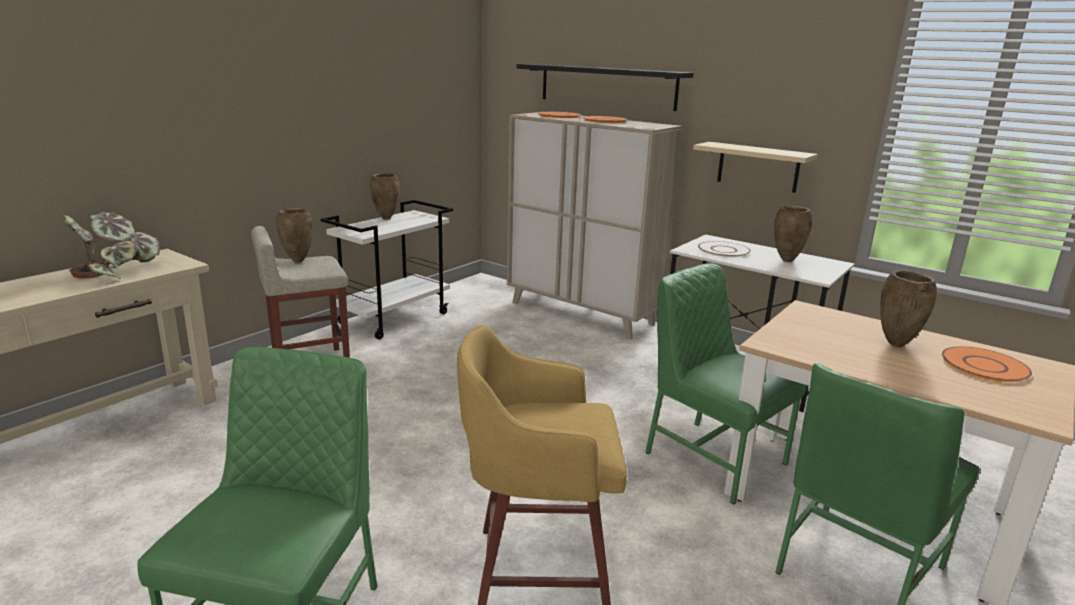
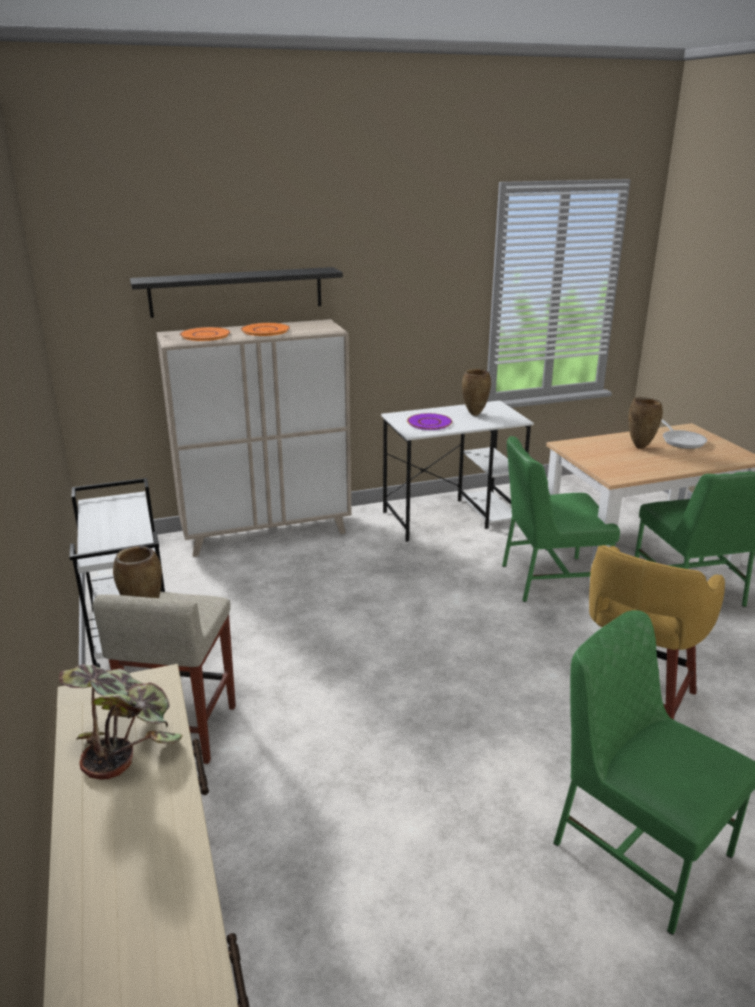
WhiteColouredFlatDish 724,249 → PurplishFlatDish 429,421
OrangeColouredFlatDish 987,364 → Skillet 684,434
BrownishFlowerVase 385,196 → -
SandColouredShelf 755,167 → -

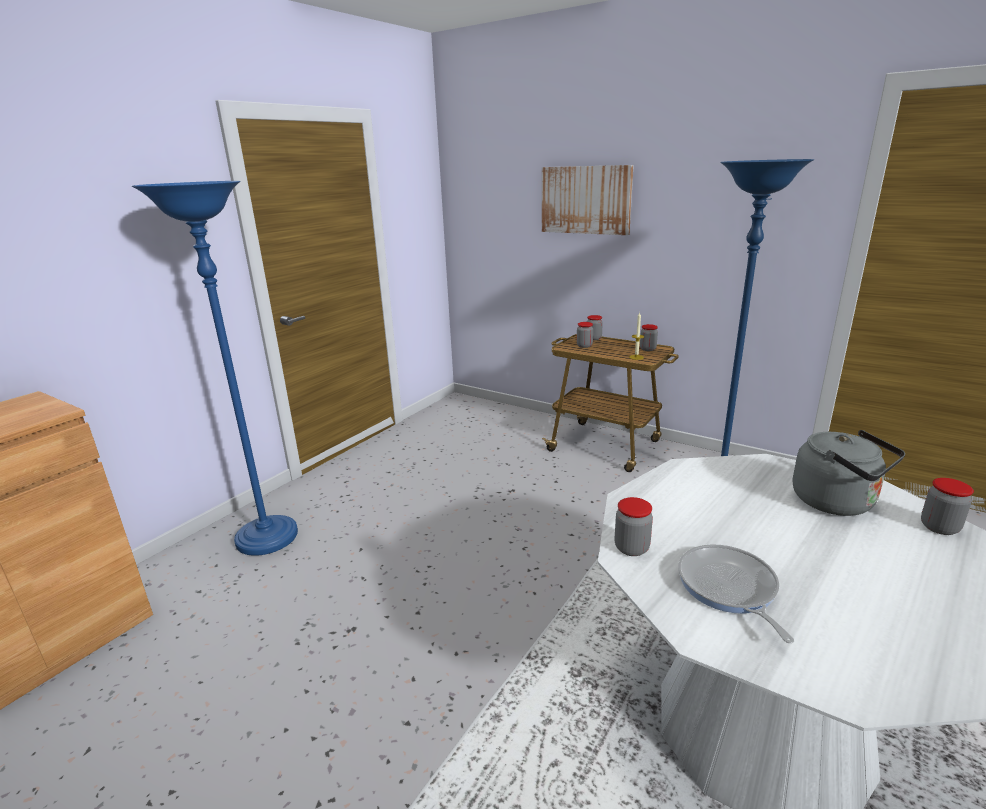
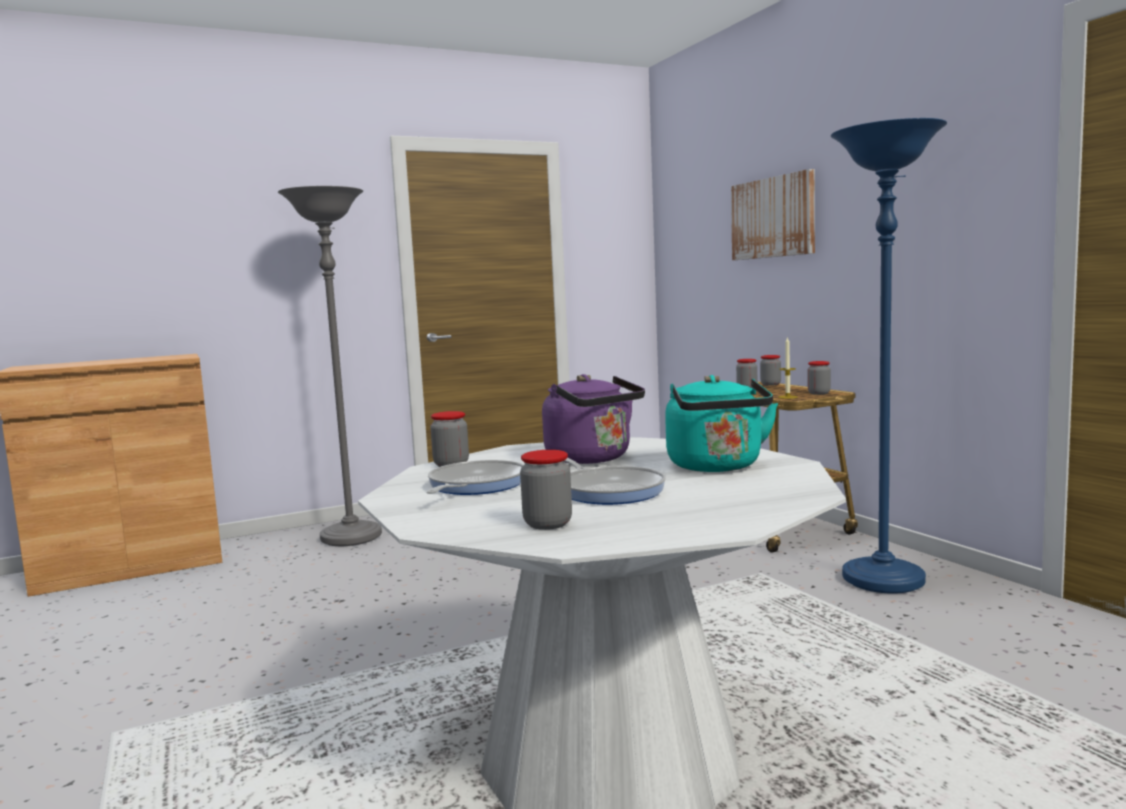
BlueColouredStandingLamp 215,368 → GrayStandingLamp 330,366
Jar 947,506 → Jar 546,490, relocated
- → PurplishTeaKettle 593,419
- → Skillet 615,481
GrayTeaKettle 849,473 → TurquoiseTeaKettle 721,423

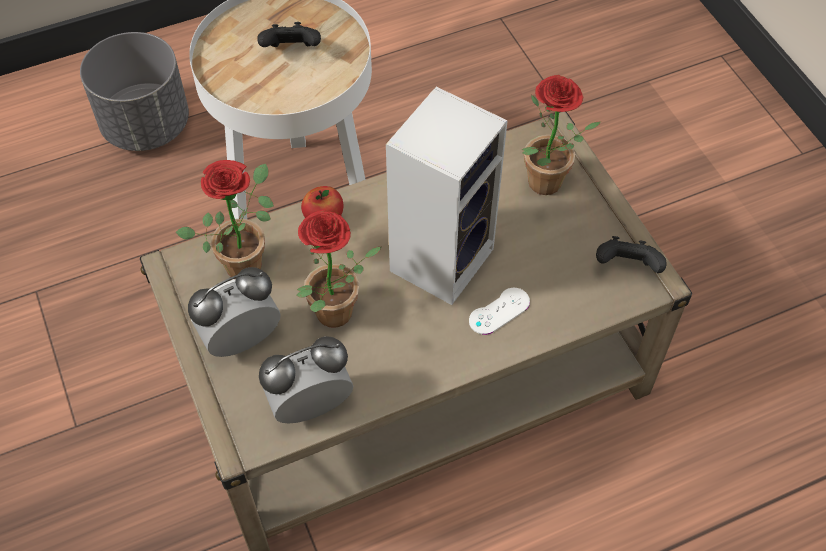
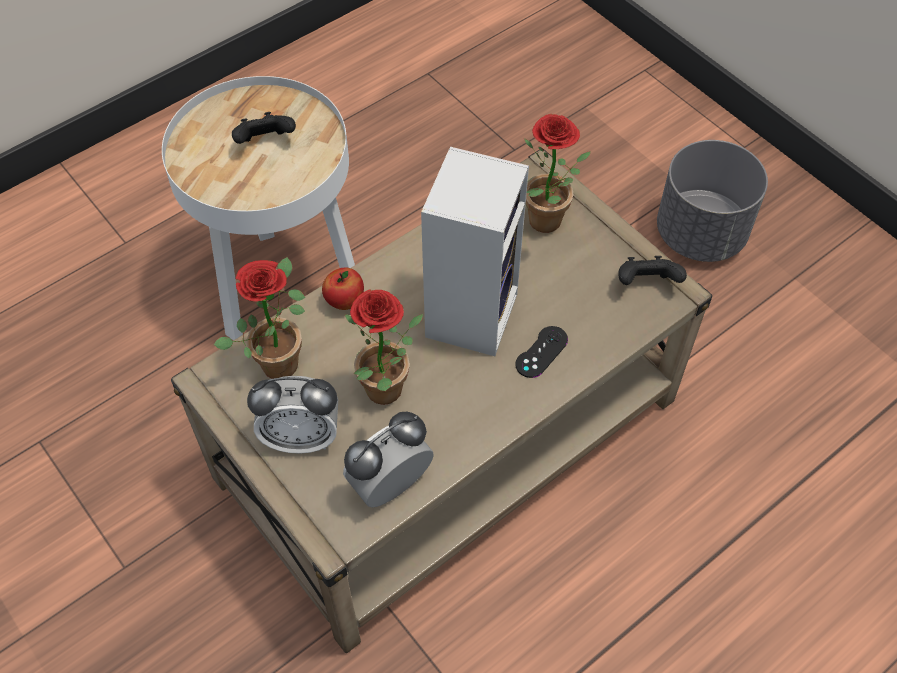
TableClock 234,312 → TableClock 292,415, 135 degrees counterclockwise
WhiteColouredGameController 499,311 → BlackGameController 541,352
GrayPlanter 134,91 → GrayPlanter 712,201, relocated

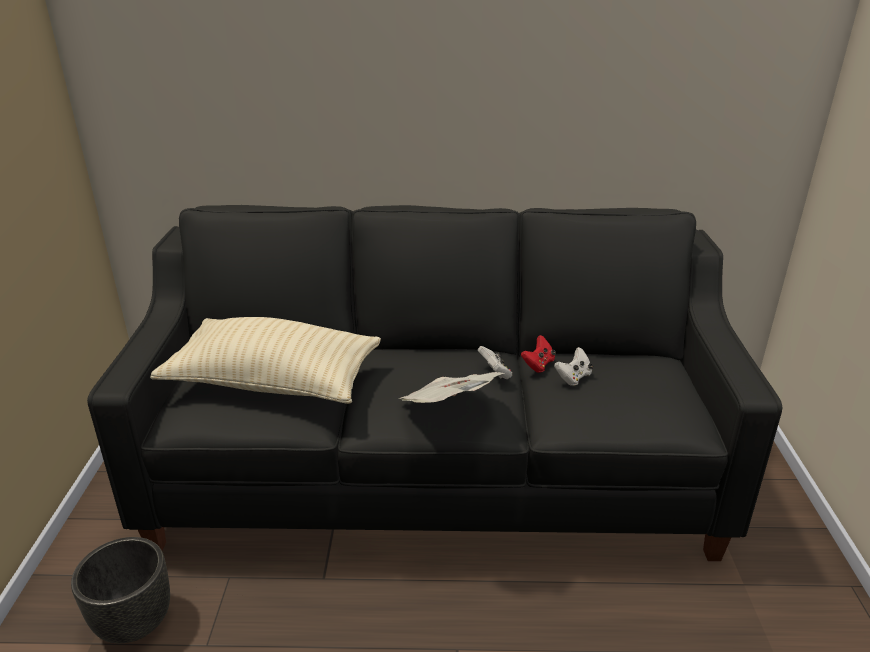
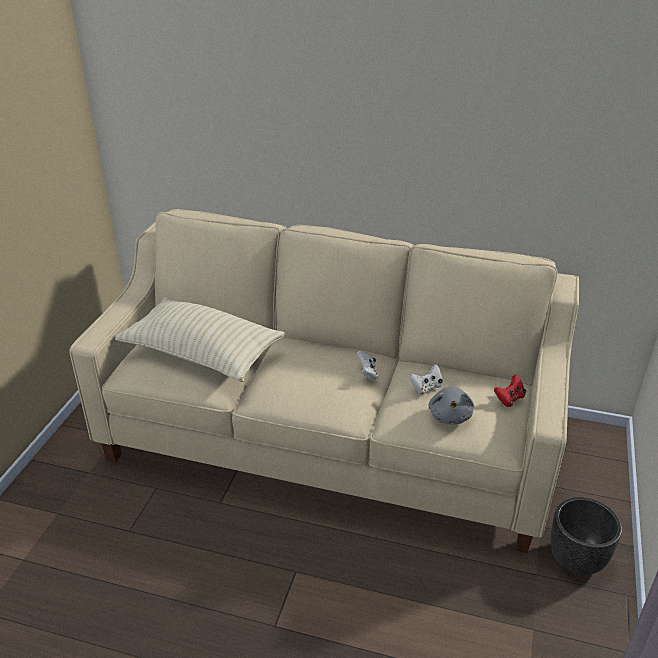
BlackSofa 434,383 → SandColouredSofa 324,381
- → GraySoftToy 451,405
RedGameController 538,354 → RedGameController 510,390, relocated
BlackPlanter 120,590 → BlackPlanter 586,536, relocated
Newspaper 451,387 → -

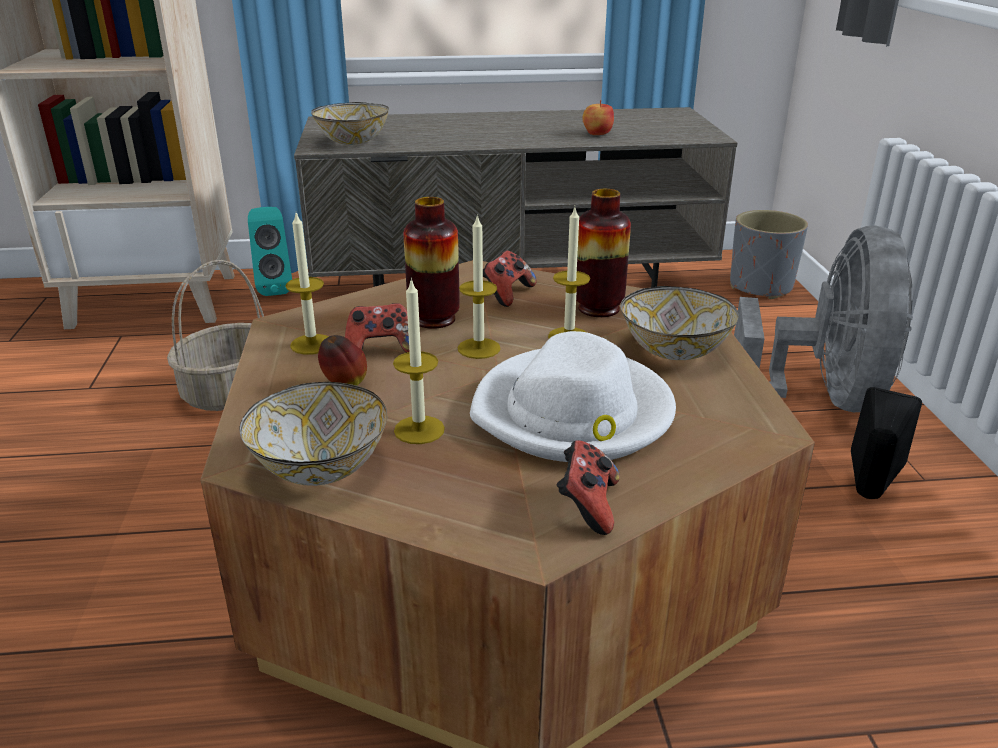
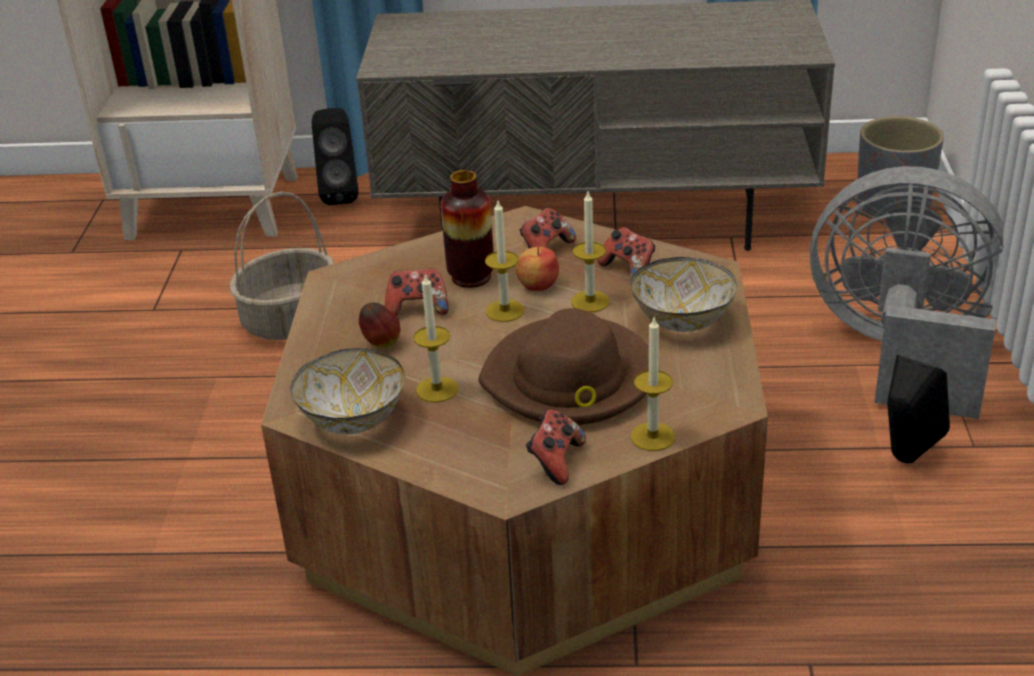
TurquoiseLoudspeaker 270,251 → BlackLoudspeaker 335,156
WhiteColouredHat 573,396 → BrownishHat 563,366
Apple 598,117 → Apple 537,268, relocated
FlowerVase 603,253 → GameController 626,253
WaxCandle 307,284 → WaxCandle 653,384, relocated
GrayElectricFan 823,319 → GrayElectricFan 907,292, 90 degrees counterclockwise
ServingBowl 350,123 → -

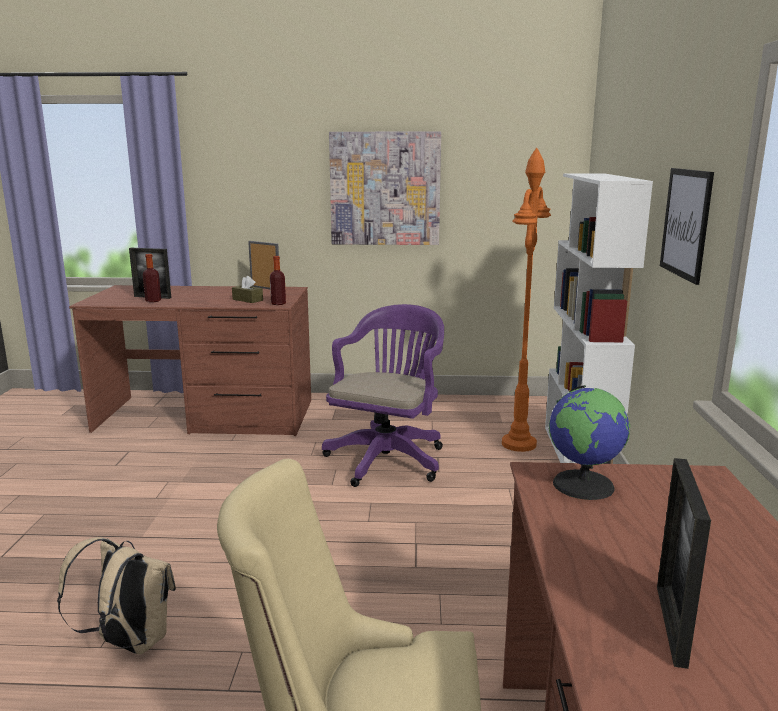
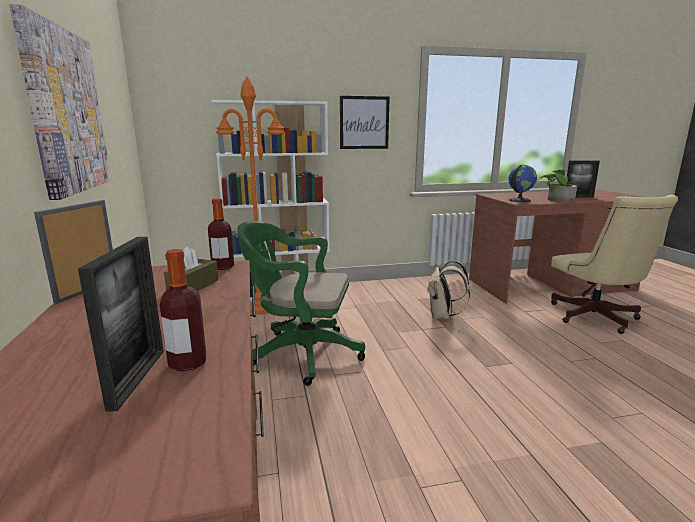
PurplishDeskChair 383,395 → GreenishDeskChair 301,303
SandColouredKnapsack 116,595 → SandColouredKnapsack 449,290, relocated
- → Houseplant 558,186

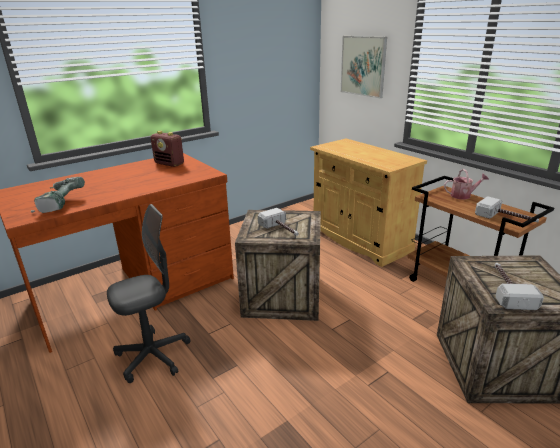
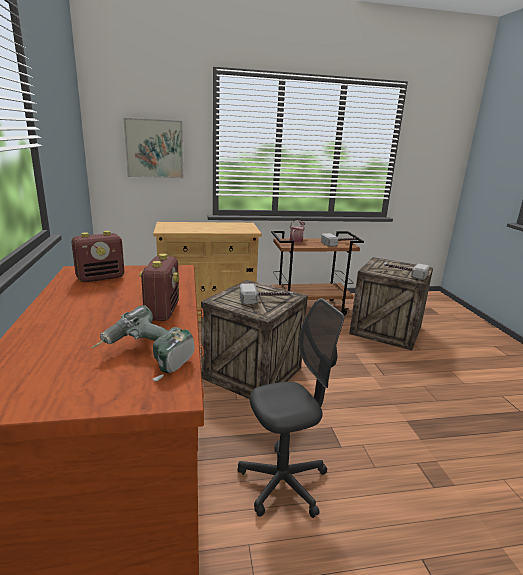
- → RadioSet 159,287
GrayDeskChair 148,293 → GrayDeskChair 291,408, 75 degrees clockwise

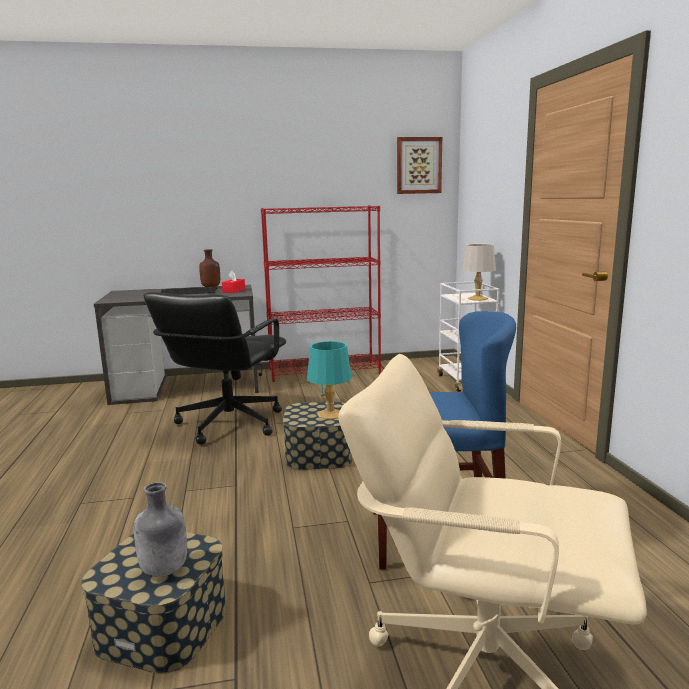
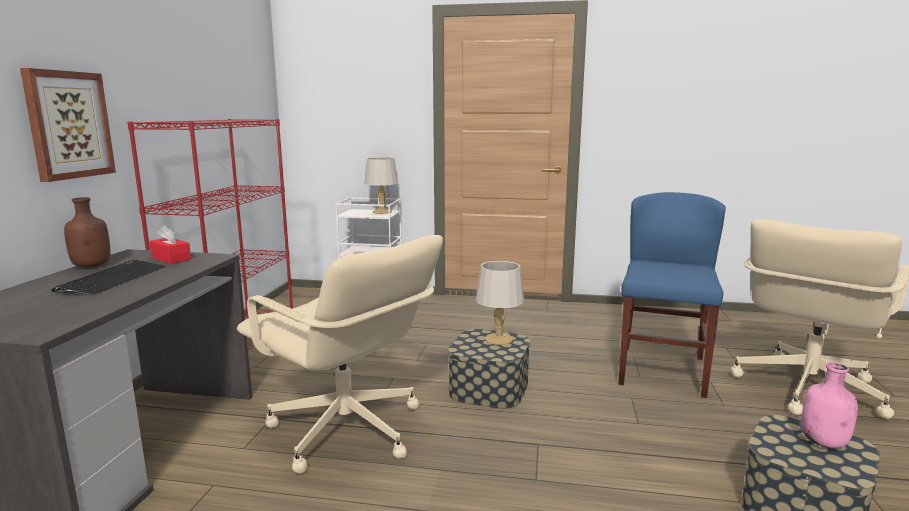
WallArt 419,165 → WallArt 68,125, relocated
BlackDeskChair 215,368 → SandColouredDeskChair 340,354
TurquoiseTabletopLamp 329,380 → GrayTabletopLamp 500,303
GrayBeverageBottle 160,529 → PinkBeverageBottle 829,405

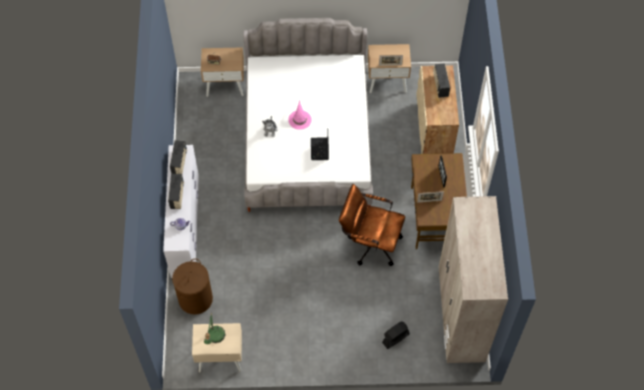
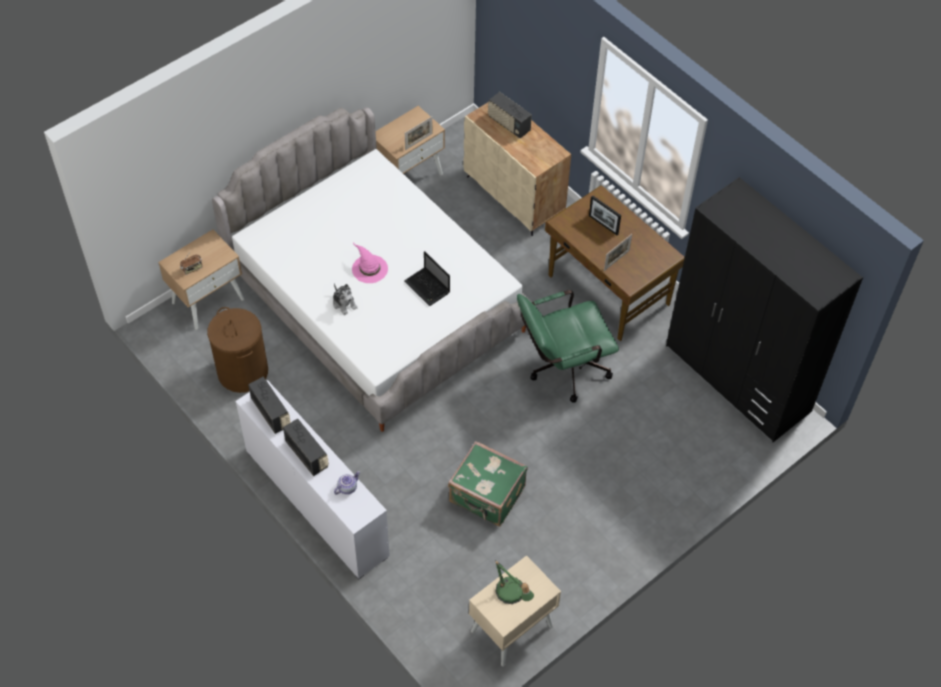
BrownishLaundryBasket 192,287 → BrownishLaundryBasket 237,350, relocated
- → GreenishPieceOfLuggage 488,484
BrownishDeskChair 372,225 → GreenishDeskChair 568,346
SandColouredWardrobe 473,279 → BlackWardrobe 764,309
BlackElectricFan 395,335 → -

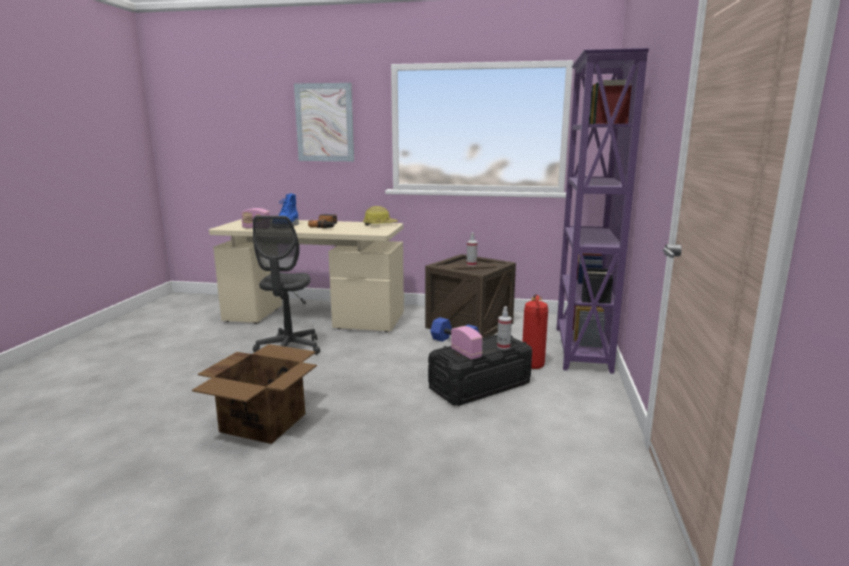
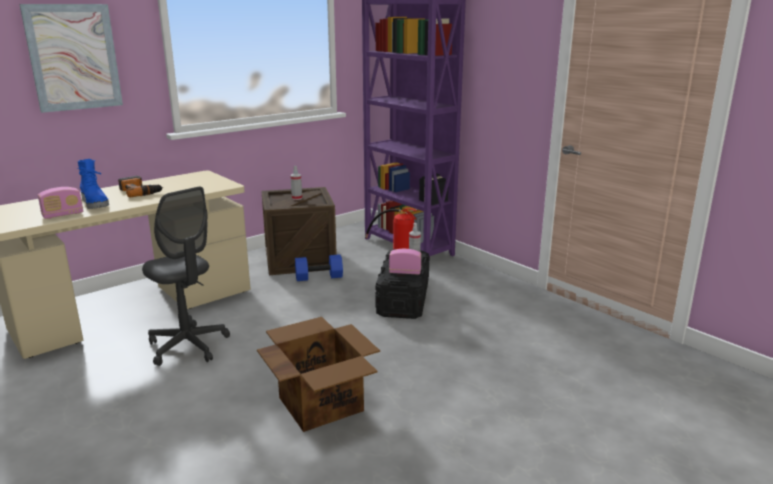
WorkHelmet 380,216 → -

